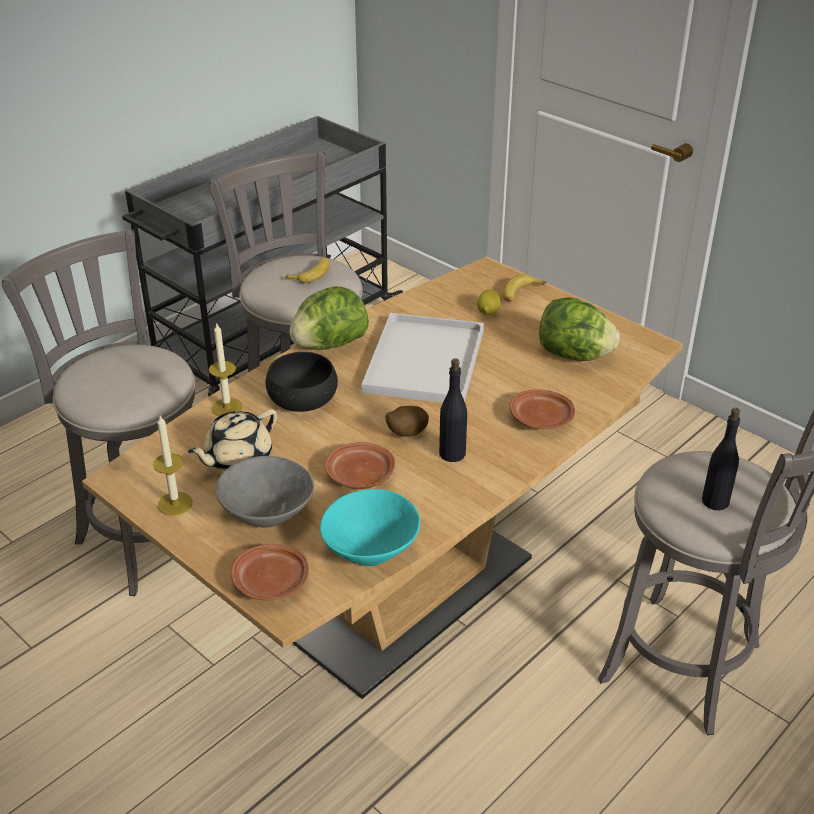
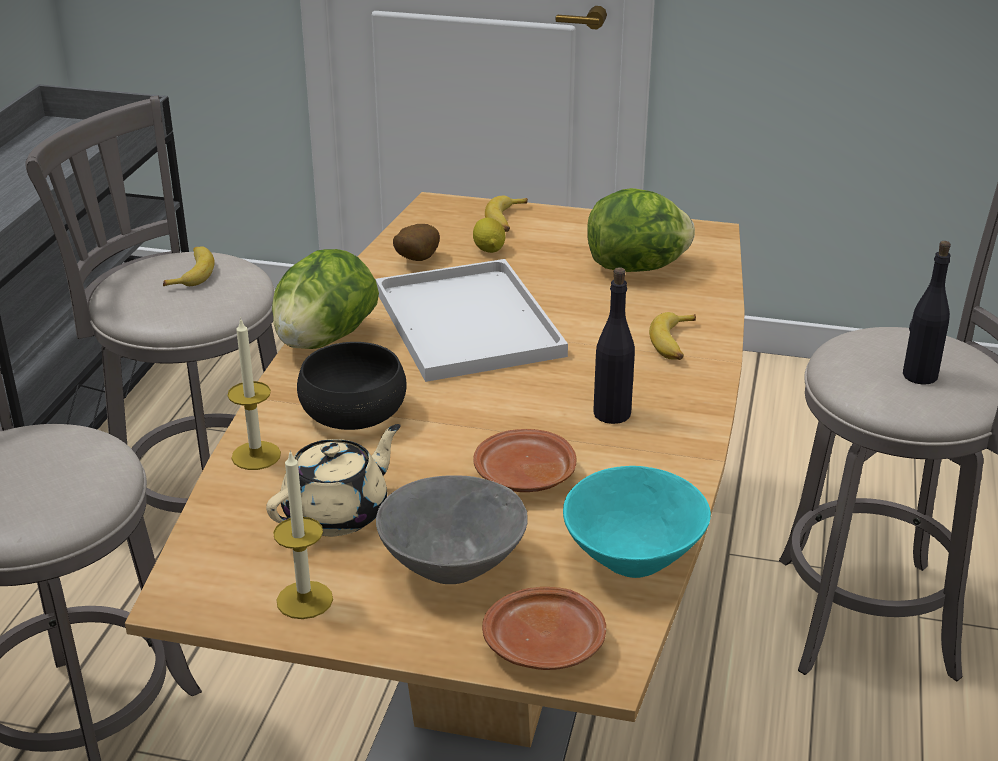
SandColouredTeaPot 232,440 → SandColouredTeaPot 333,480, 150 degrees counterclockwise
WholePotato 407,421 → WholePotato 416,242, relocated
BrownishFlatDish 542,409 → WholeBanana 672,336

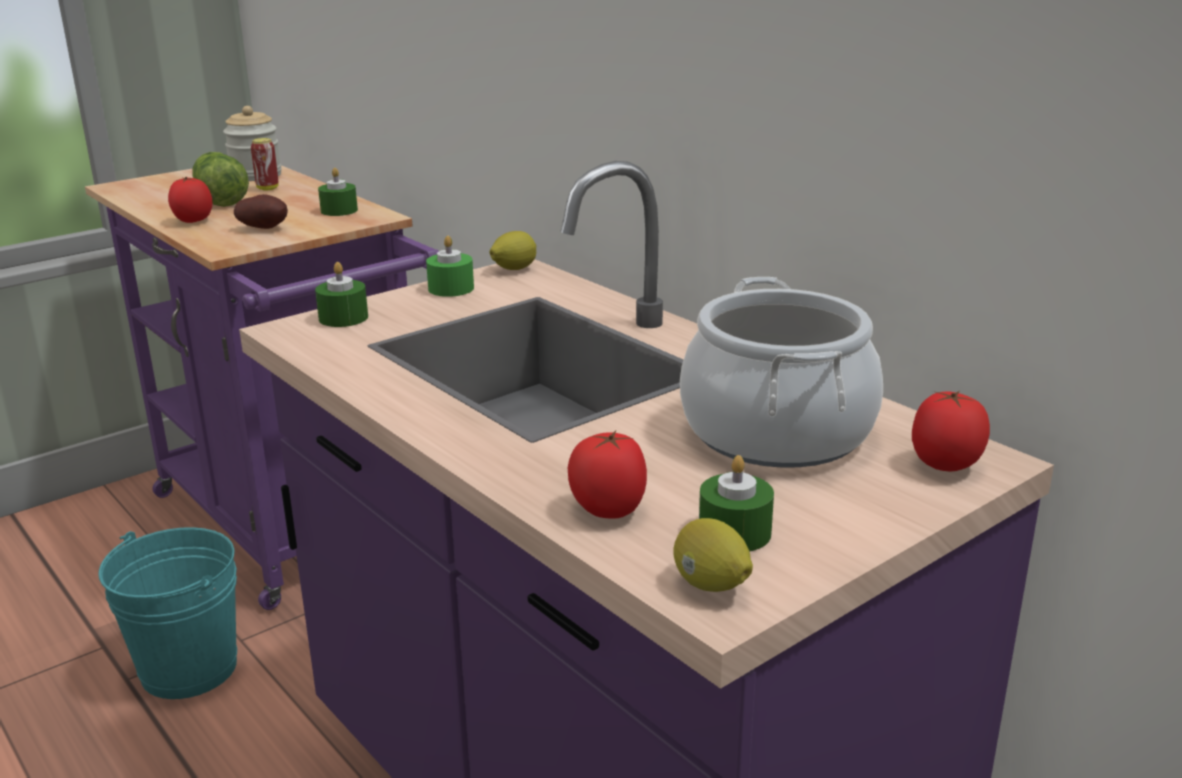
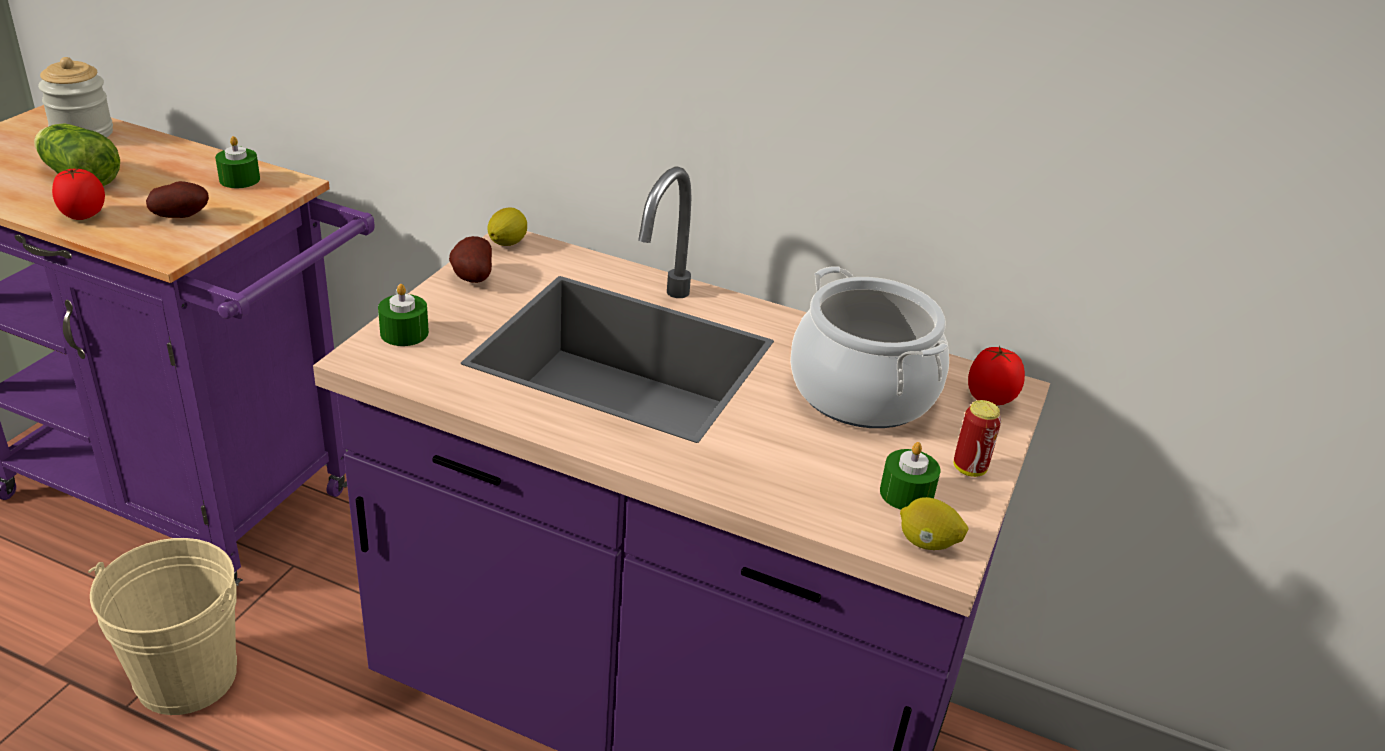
TurquoisePail 167,613 → SandColouredPail 162,626
GreenishWaxCandle 450,266 → WholePotato 470,259
MetalCan 265,164 → MetalCan 978,438, relocated
FreshTomato 607,475 → -

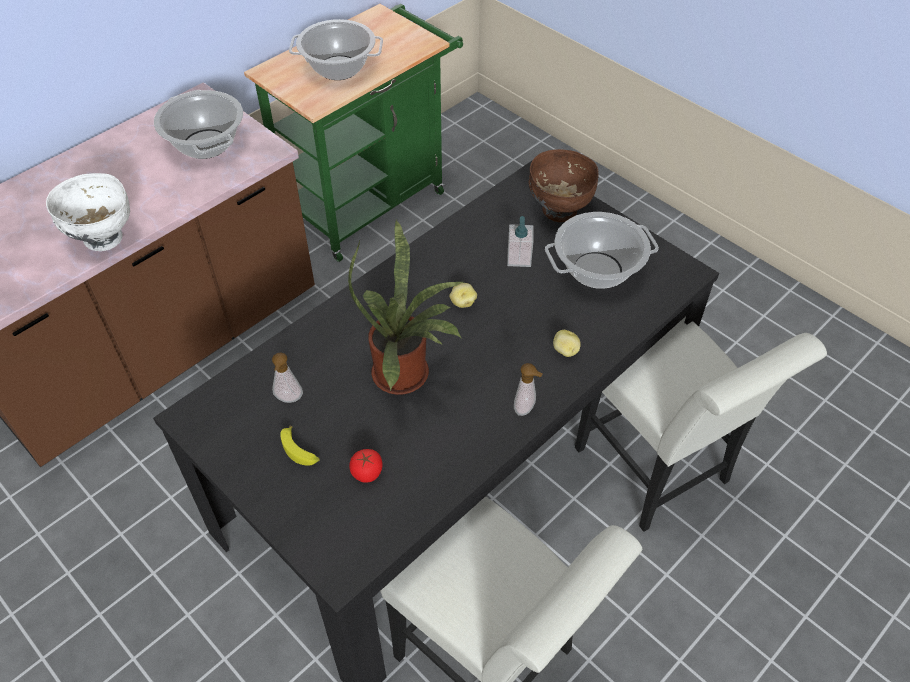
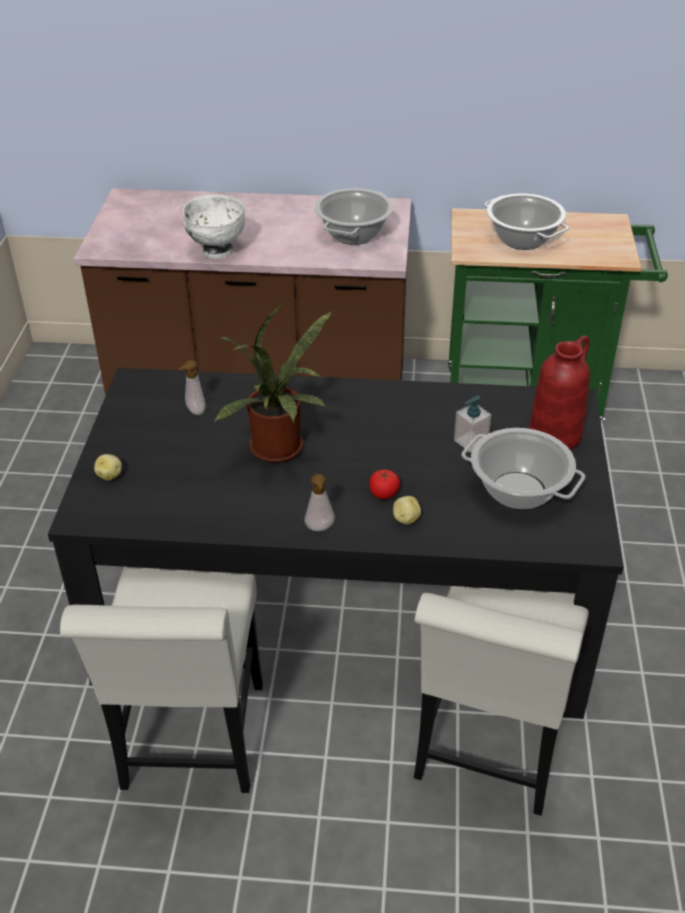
WholePotato 463,295 → WholePotato 108,467, relocated
FreshTomato 366,466 → FreshTomato 384,484, relocated
BrownishServingBowl 564,185 → RedFlowerVase 559,392
WholeBanana 300,446 → -

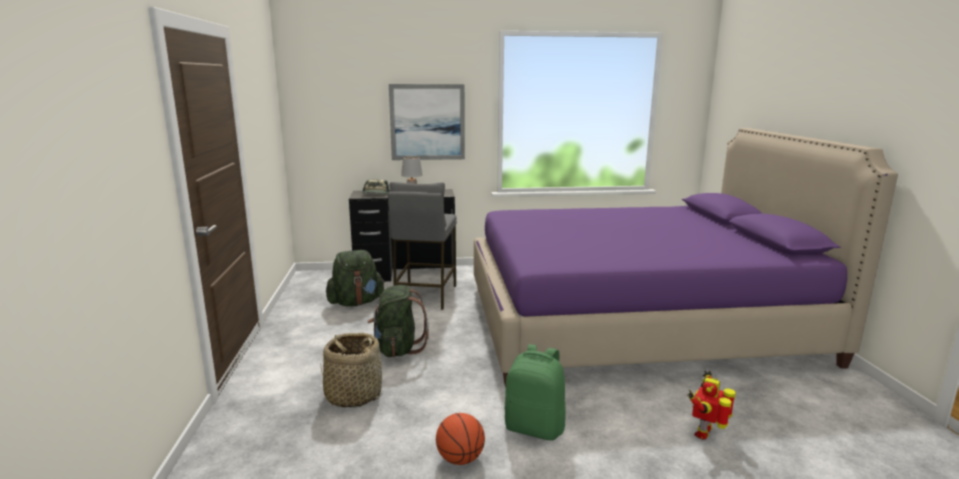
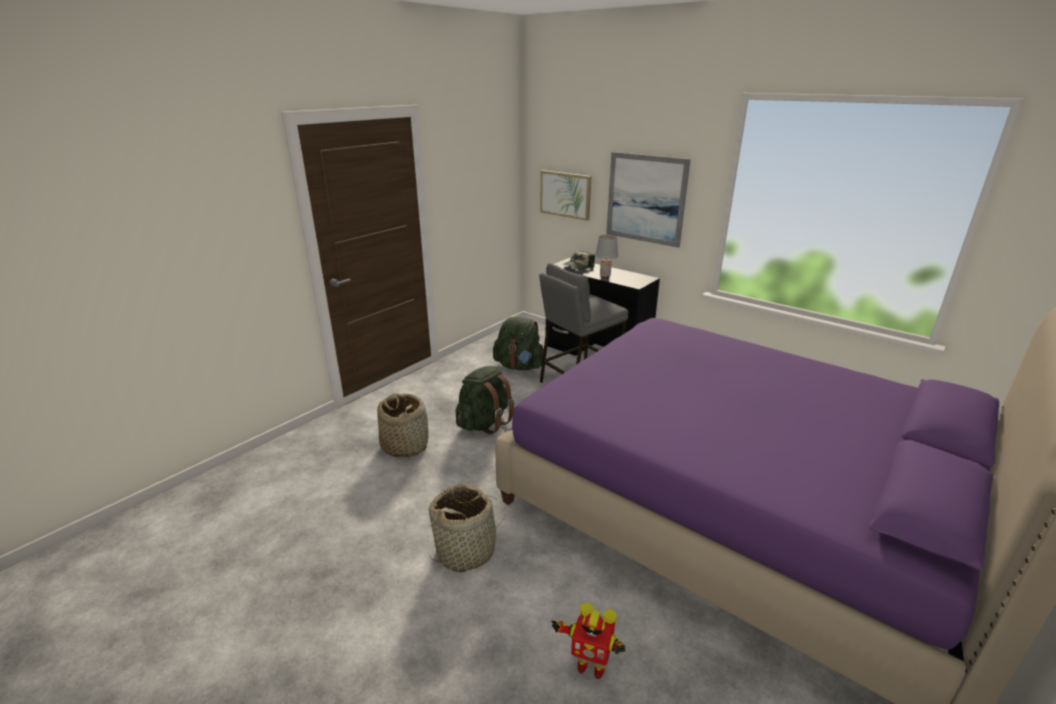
GreenishKnapsack 535,392 → StorageBasket 467,528
- → WallArt 566,195
RobotFigure 711,405 → RobotFigure 588,640, 150 degrees counterclockwise
Basketball 460,439 → -

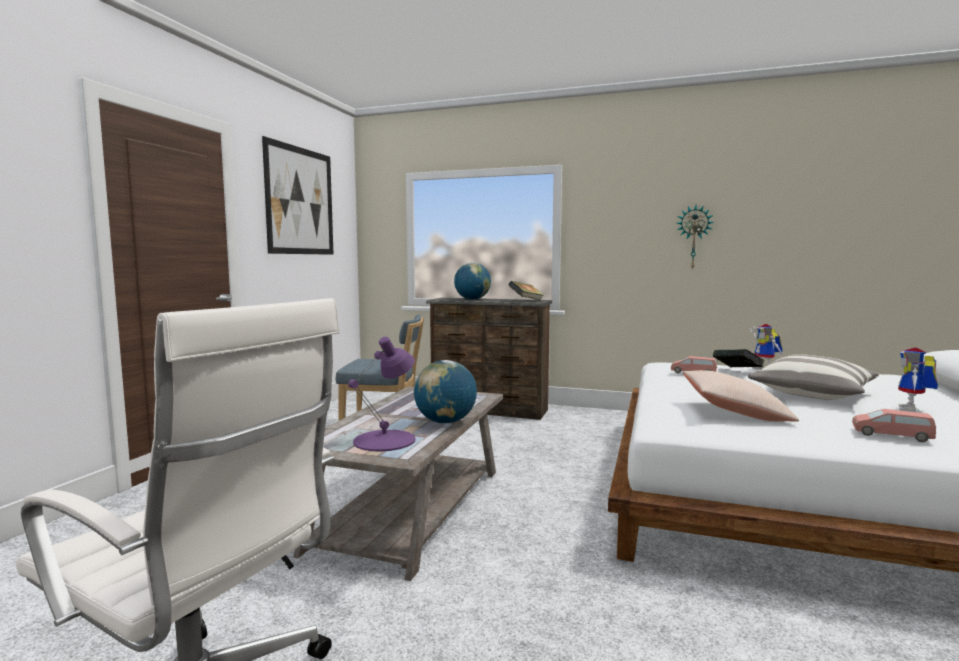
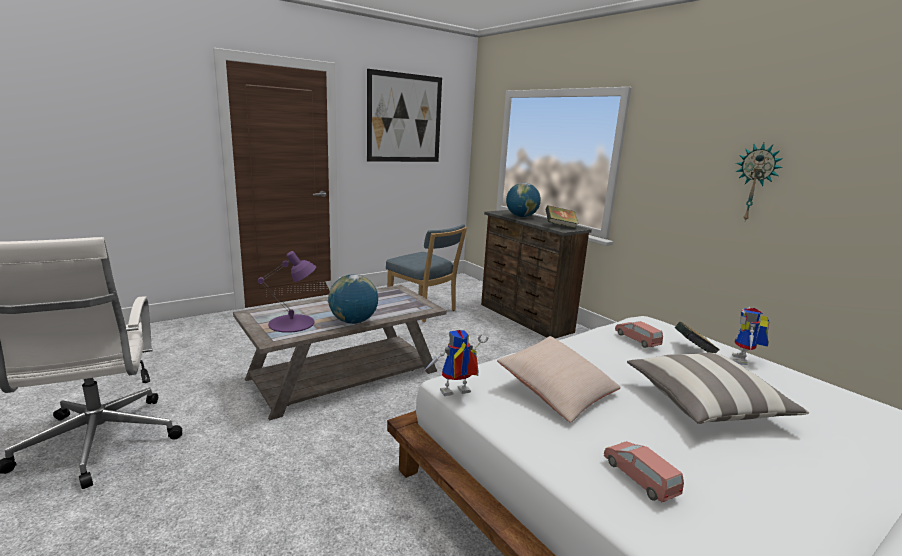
RobotFigure 918,380 → RobotFigure 456,363, relocated

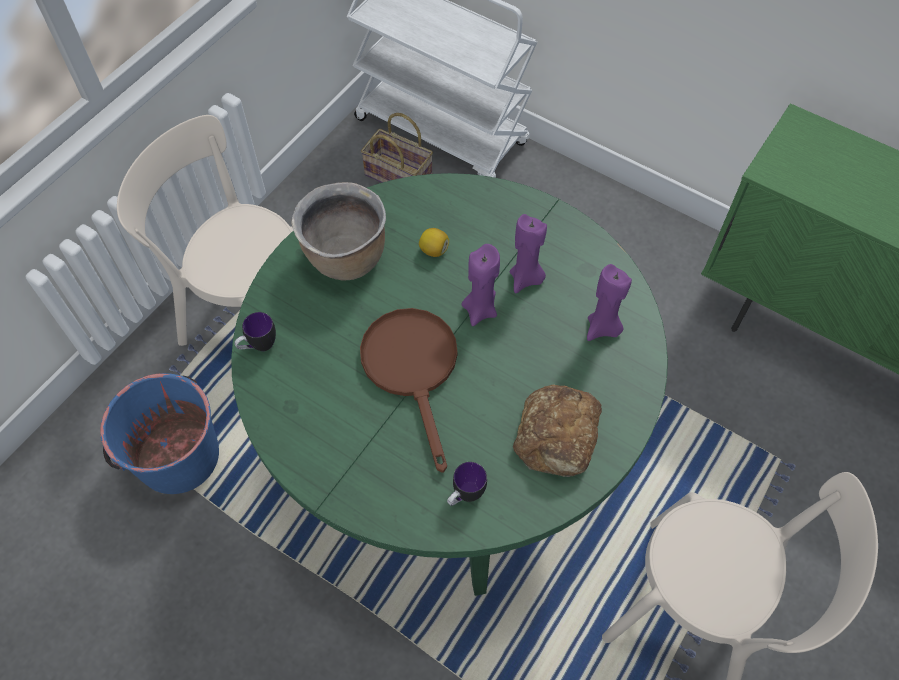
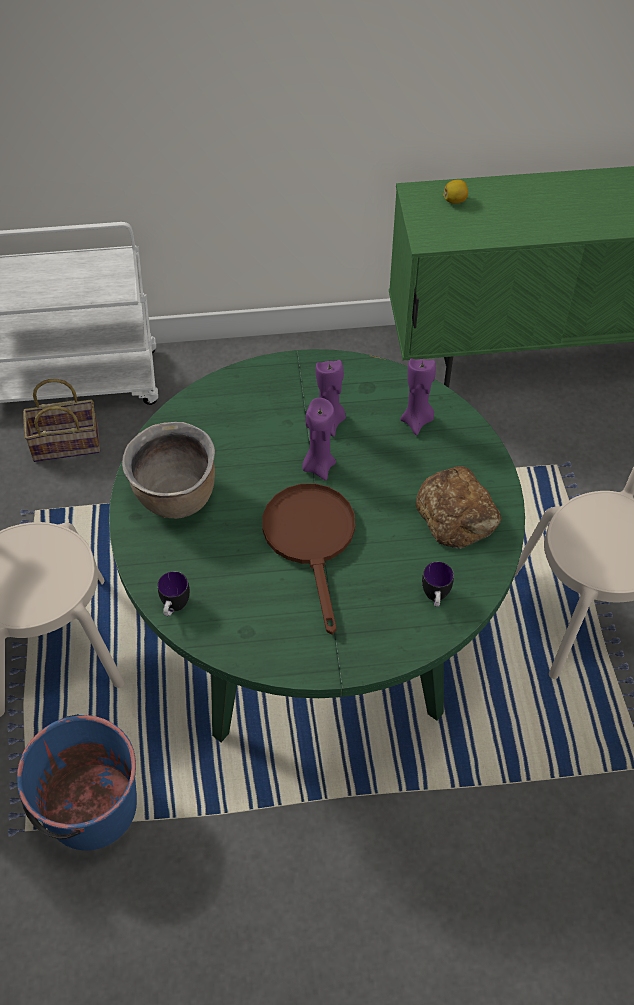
BrownishSkillet 409,390 → BrownishSkillet 308,559, 45 degrees clockwise
Lemon 434,242 → Lemon 455,191, relocated

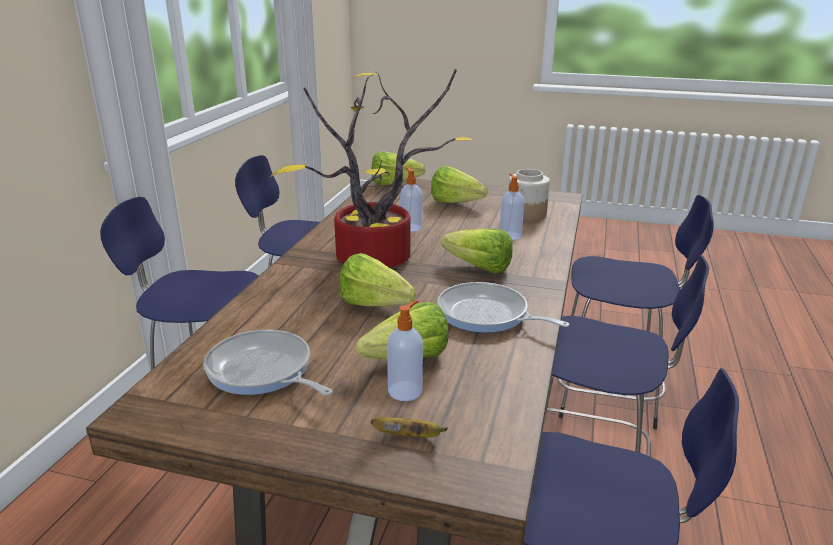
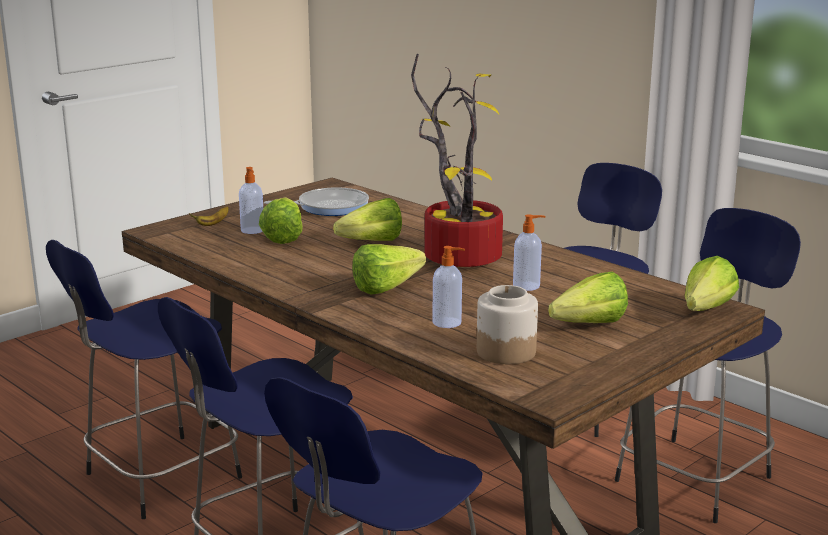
Skillet 503,307 → -

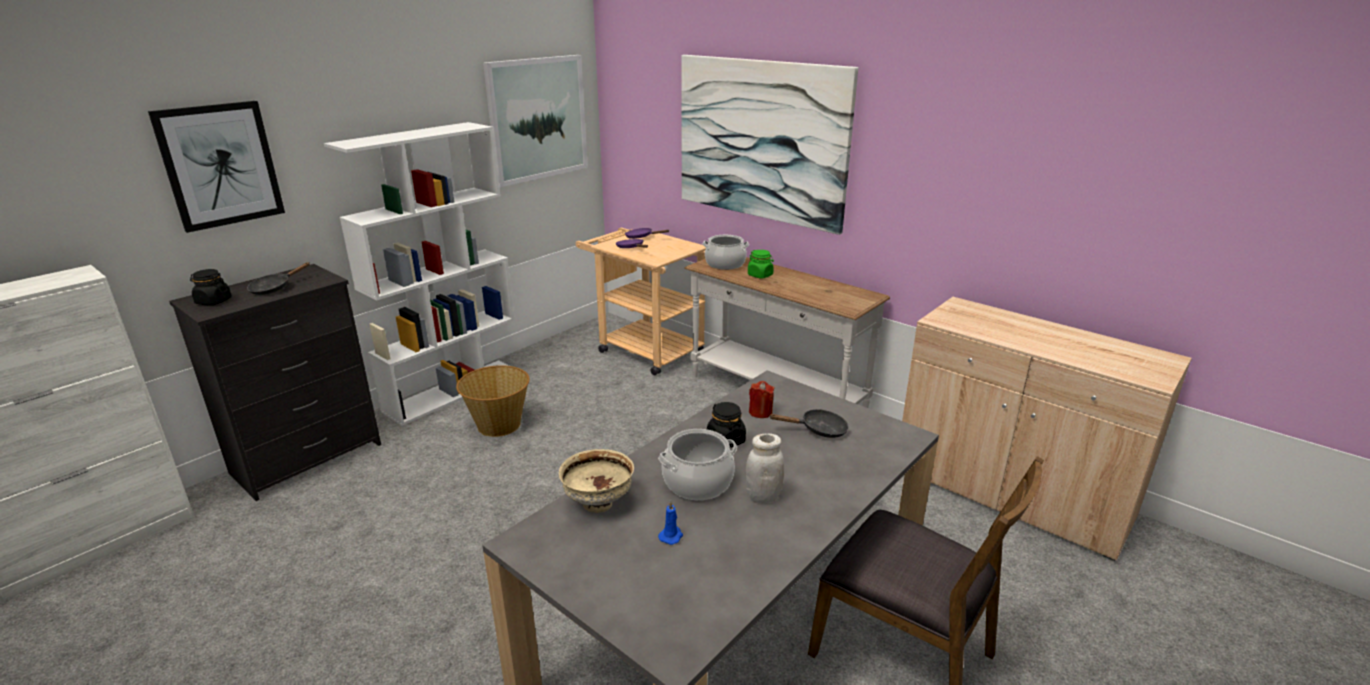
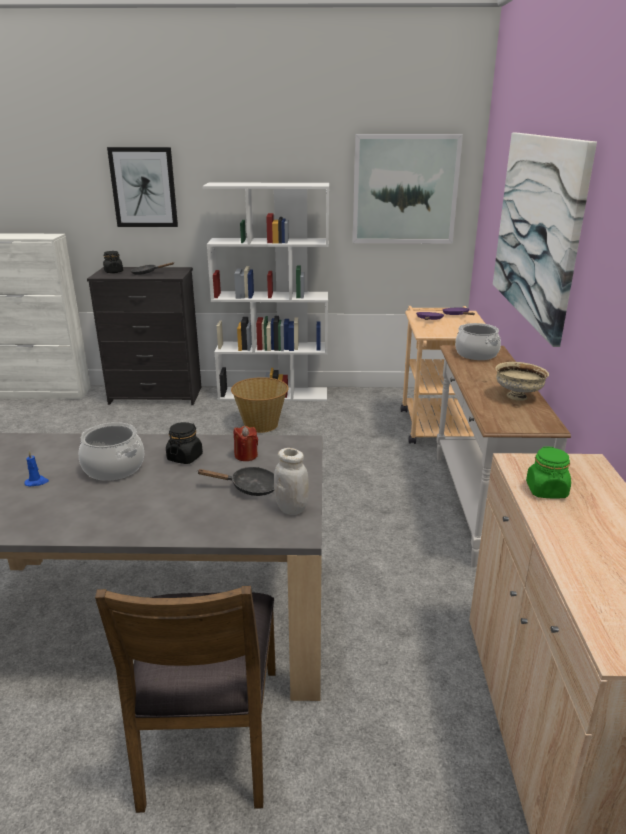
BlackSkillet 809,423 → BlackSkillet 235,481, 45 degrees counterclockwise
WhiteColouredJar 765,468 → WhiteColouredJar 291,481, relocated
SandColouredServingBowl 596,481 → SandColouredServingBowl 522,381, relocated
GreenishJar 761,264 → GreenishJar 548,472, relocated

